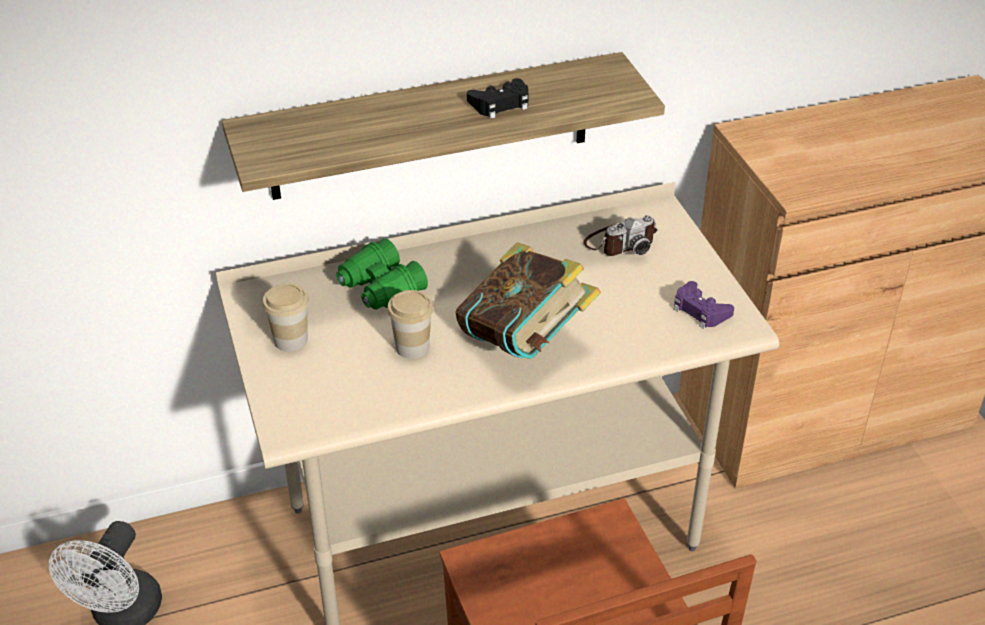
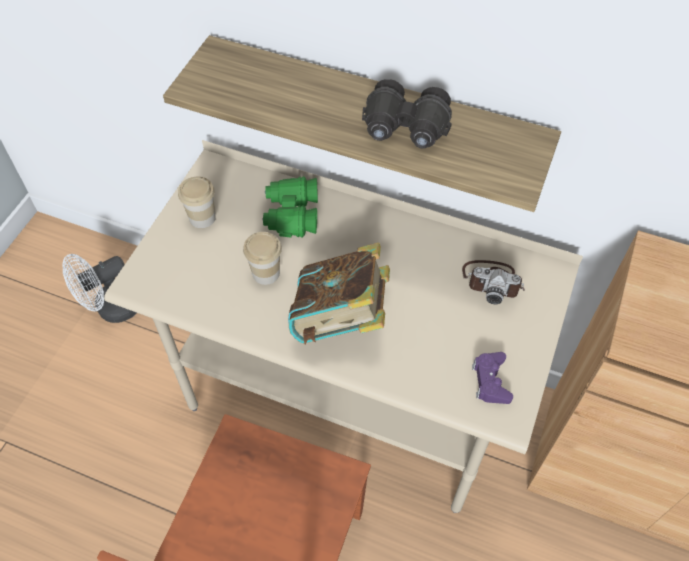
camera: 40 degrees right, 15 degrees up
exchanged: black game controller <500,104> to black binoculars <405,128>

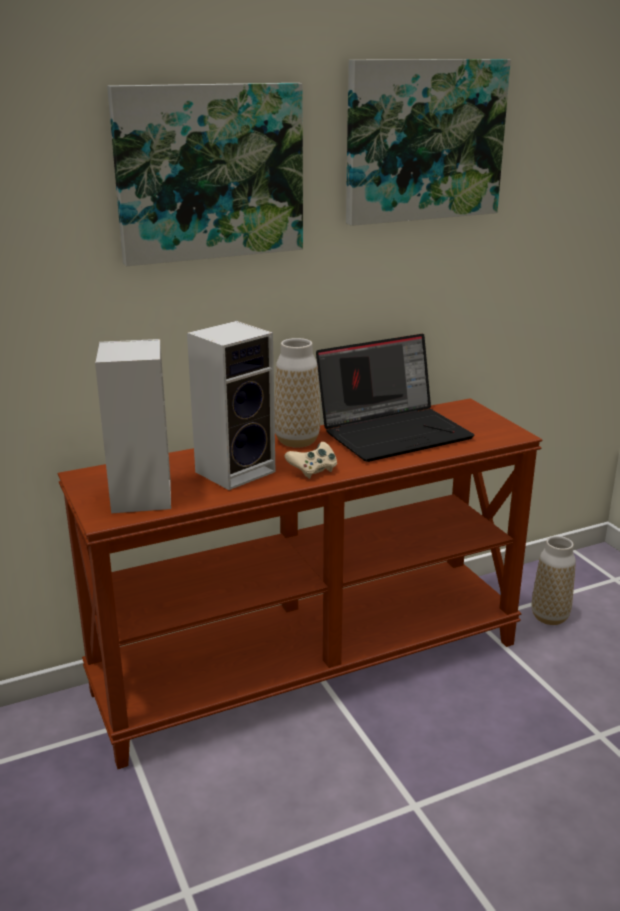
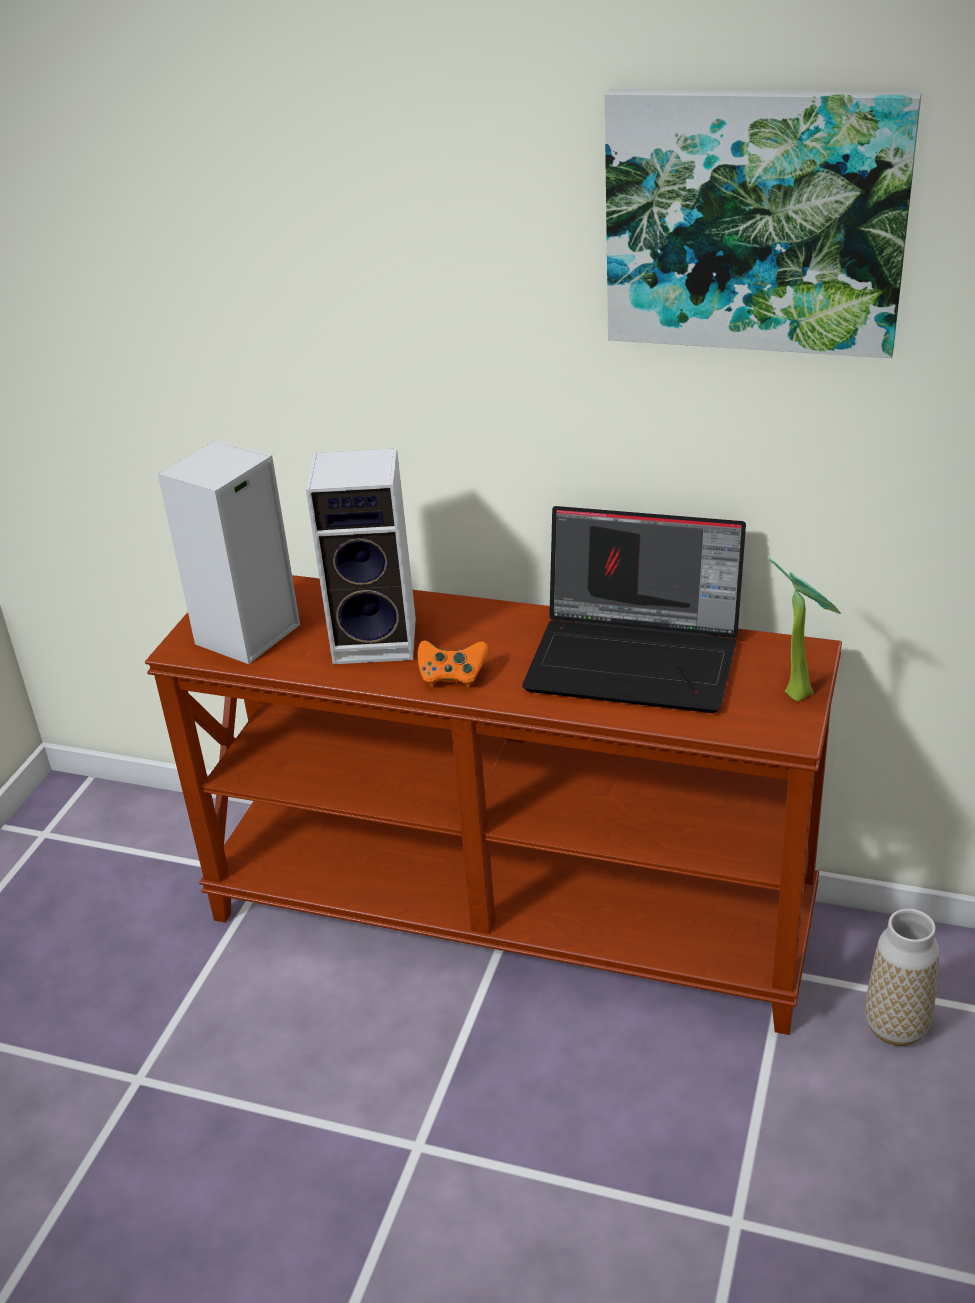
camera: 45 degrees right, 10 degrees up
missing: wall picture <209,172>; vase <297,441>
appeared: plant in a pot <799,691>
colour: beige-coloured game controller <313,471> to orange-coloured game controller <452,677>

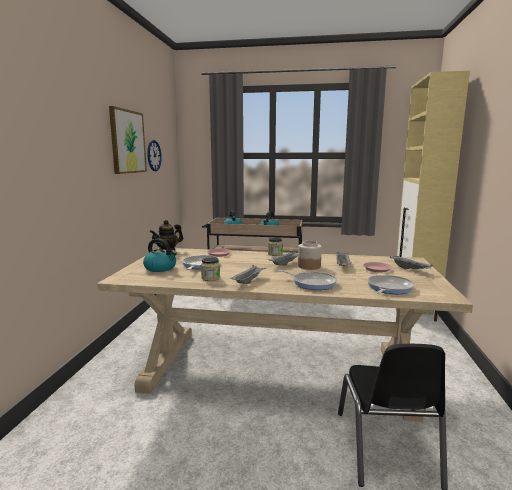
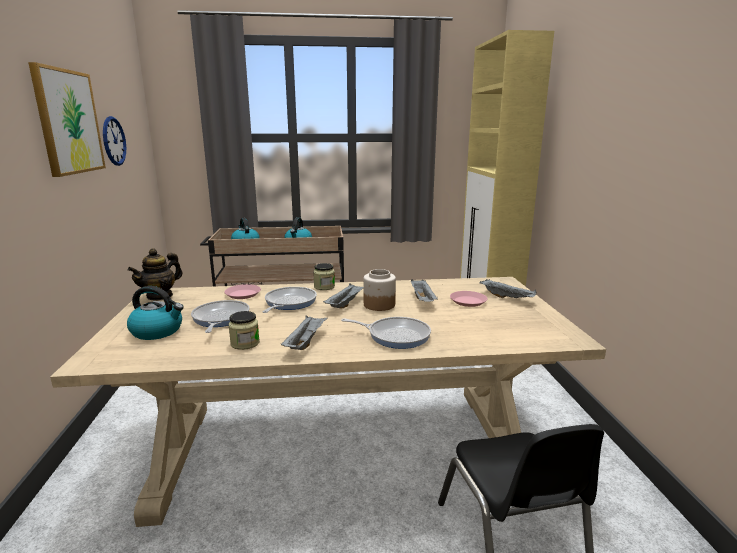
camera: 15 degrees left, 5 degrees up
relocated: frying pan <388,288> to <289,303>

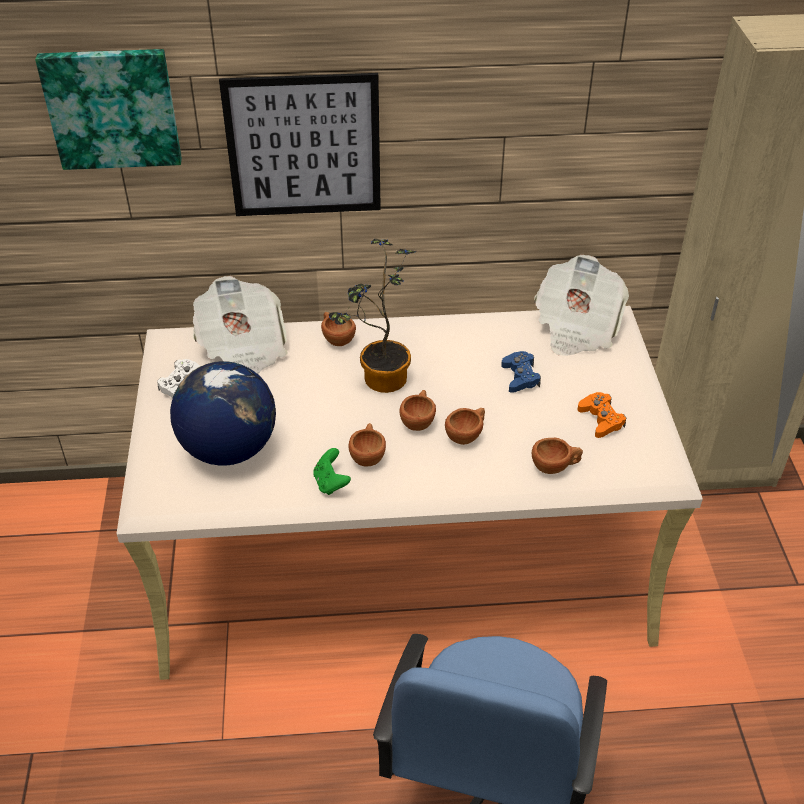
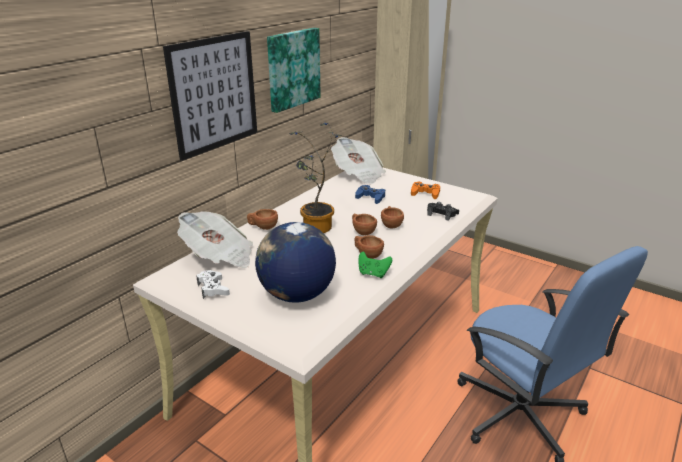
camera: 50 degrees left, 15 degrees down
relocated: wall picture <112,108> to <292,68>
exchanged: brown-coloured cup <555,467> to black game controller <442,214>

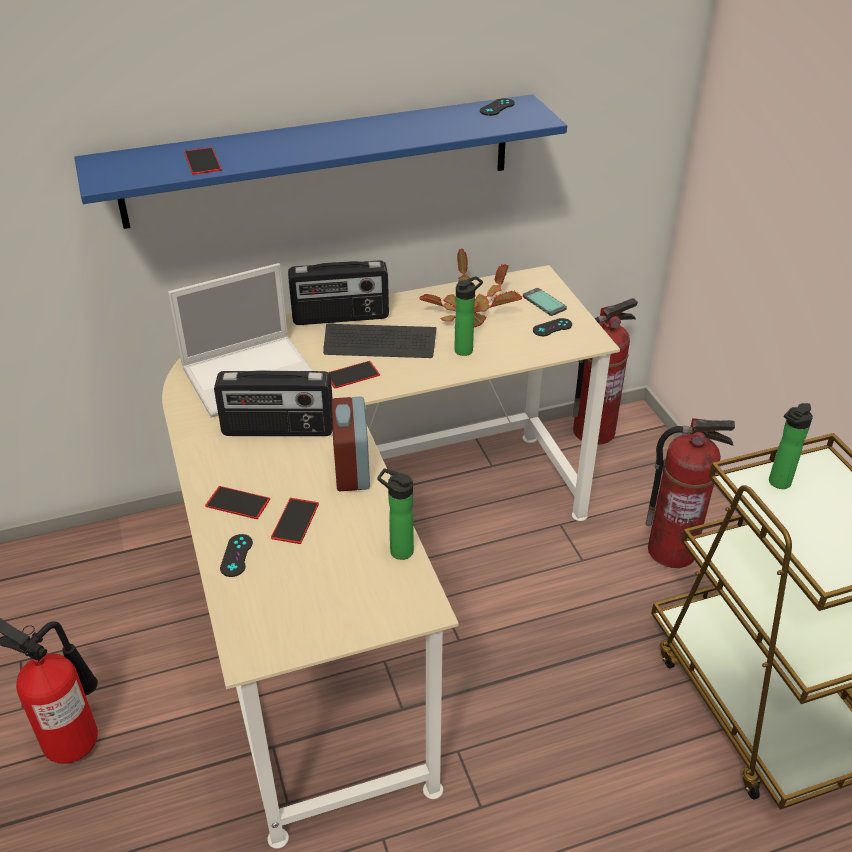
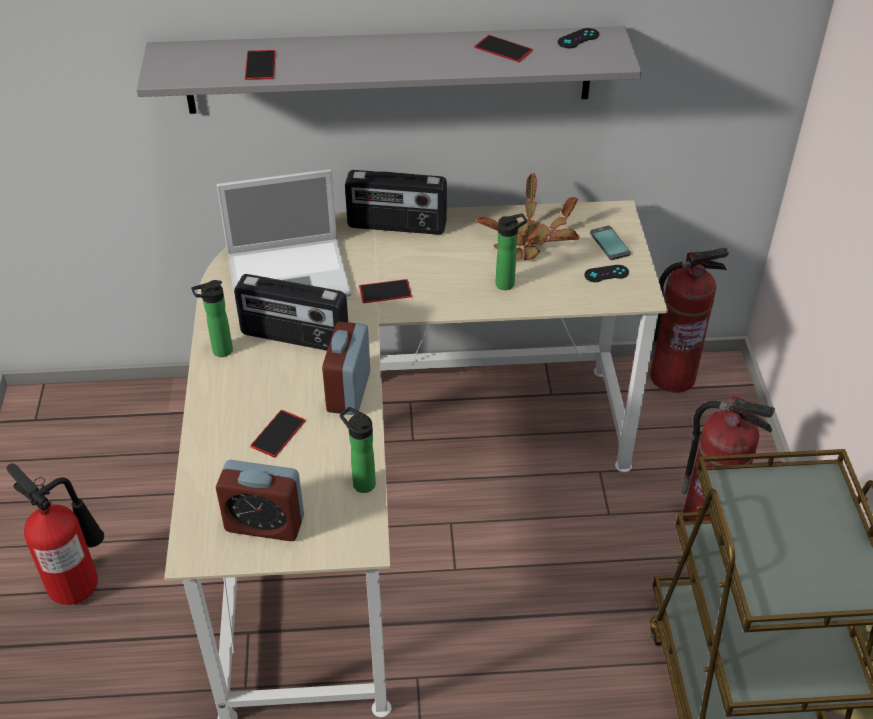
camera: 15 degrees right, 5 degrees up
missing: black game controller <236,555>; PC keyboard <380,343>
appeared: table clock <264,524>
relocated: phone <238,502> to <503,49>; beverage bottle <777,483> to <219,351>
colour: blue-coloured bracket shelf <319,161> to grey bracket shelf <389,70>

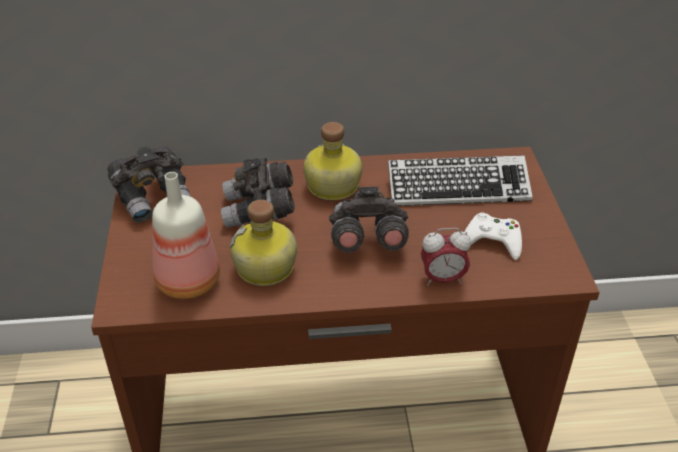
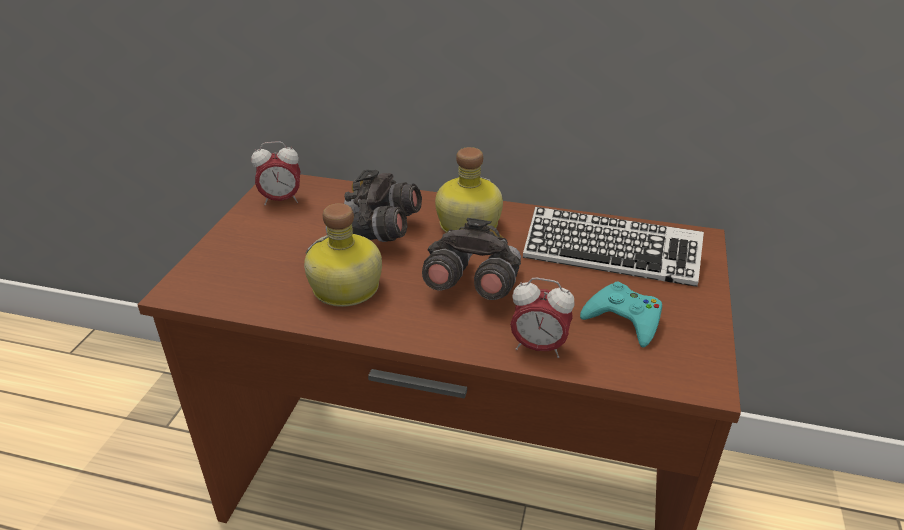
camera: 20 degrees right, 5 degrees down
missing: beverage bottle <188,283>
exchanged: grey binoculars <154,198> to table clock <281,200>
colour: whitish game controller <492,241> to blue-green game controller <624,319>

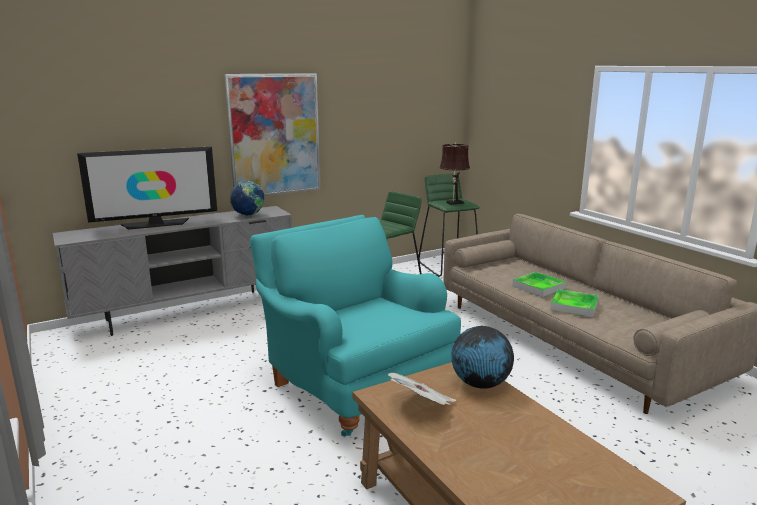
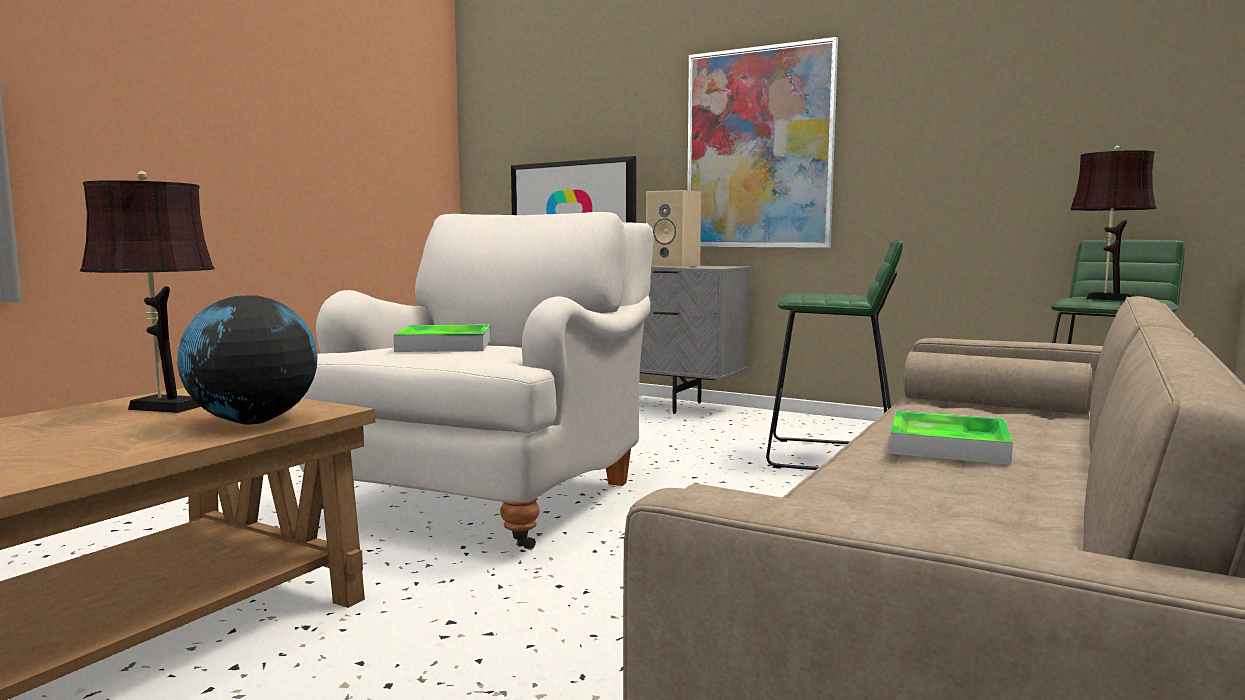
camera: 60 degrees right, 10 degrees down
relocated: carrying tray <574,306> to <445,345>
exchanged: desk globe <248,215> to beige-coloured audio speaker <674,266>; printed paper <422,405> to brown-coloured table lamp <161,407>
colour: blue-green easy chair <355,385> to whitish easy chair <494,495>

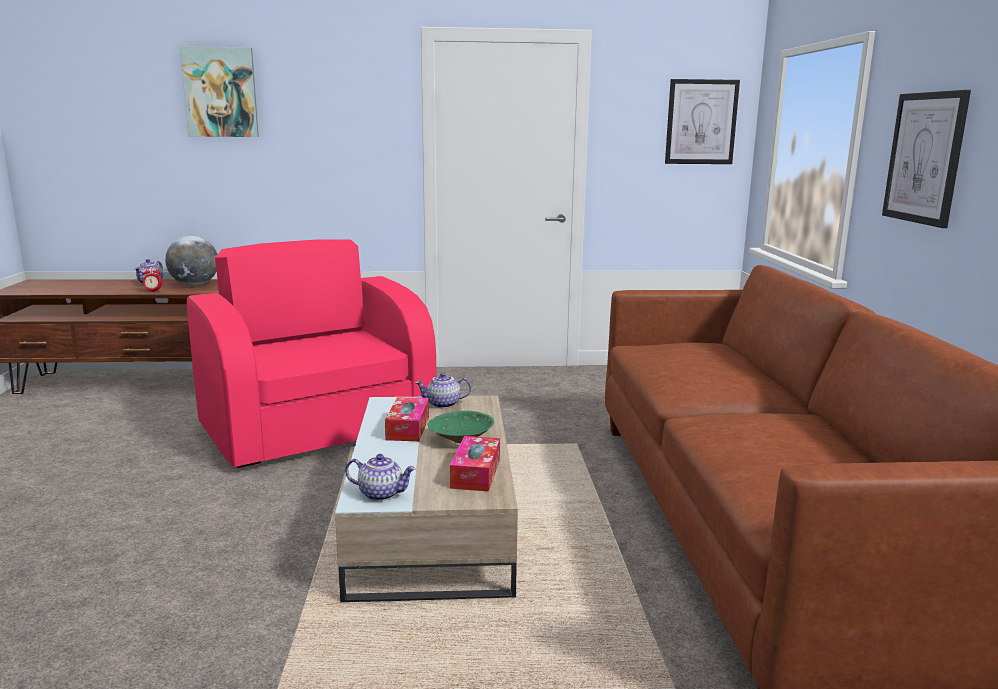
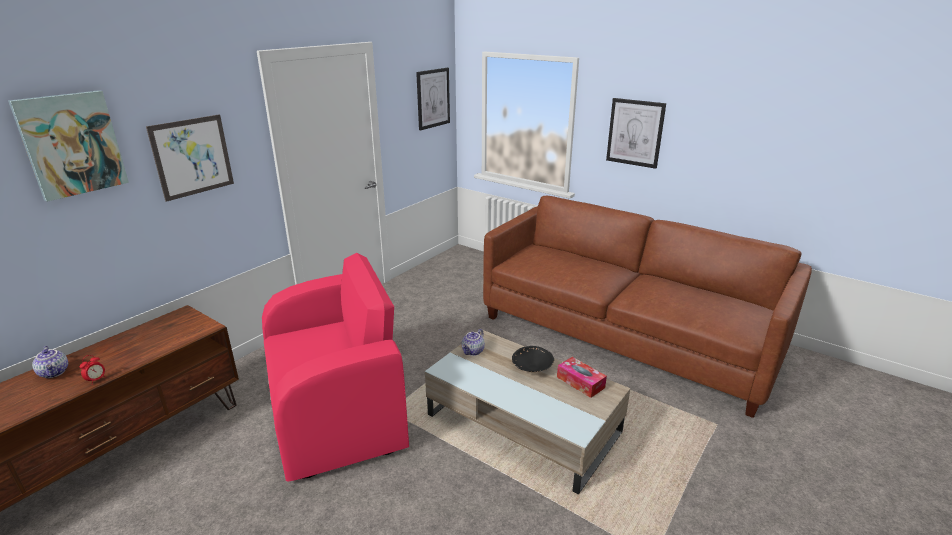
camera: 50 degrees left, 10 degrees up
missing: desk globe <194,285>; pot for tea <381,494>; tissue holder <408,428>
appeared: wall picture <192,157>
colour: greenish deep dish <460,440> to black deep dish <532,368>
spun: pinkish easy chair <319,427> = <337,412> 150 degrees clockwise

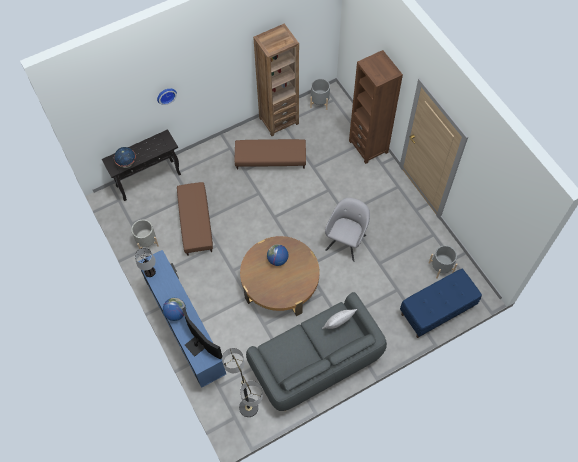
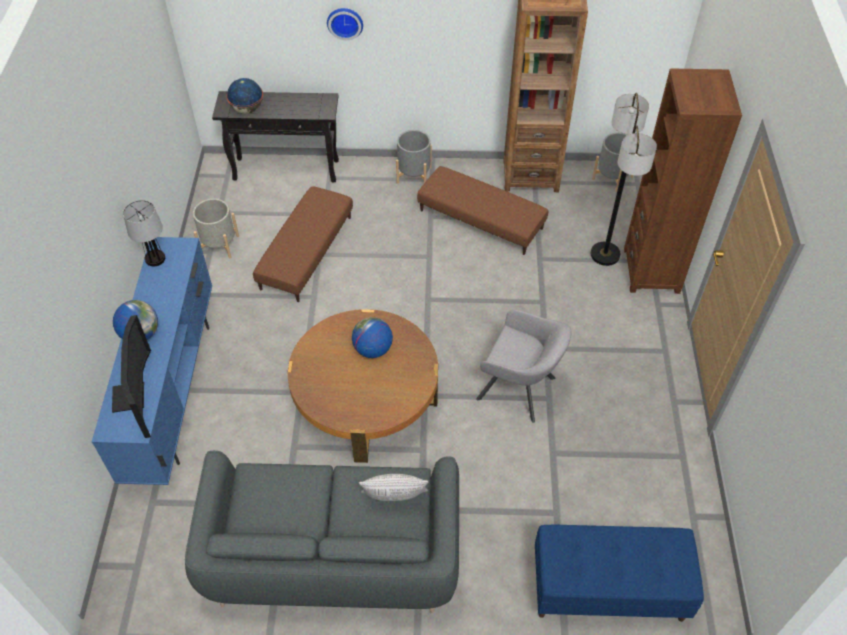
camera: 30 degrees right, 10 degrees down
relocated: standing lamp <248,408> to <605,254>; grey plant pot <441,267> to <414,175>
spun: grey easy chair <346,240> = <520,390> 60 degrees clockwise

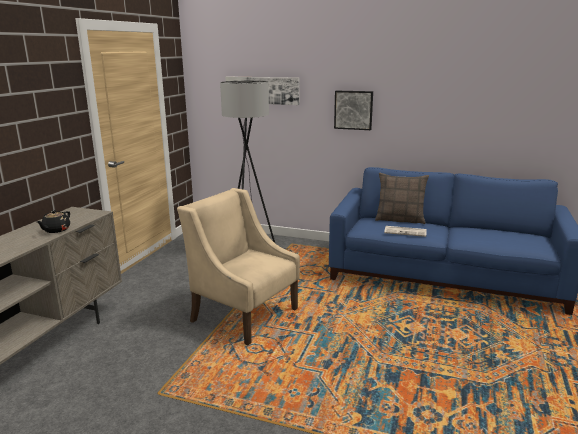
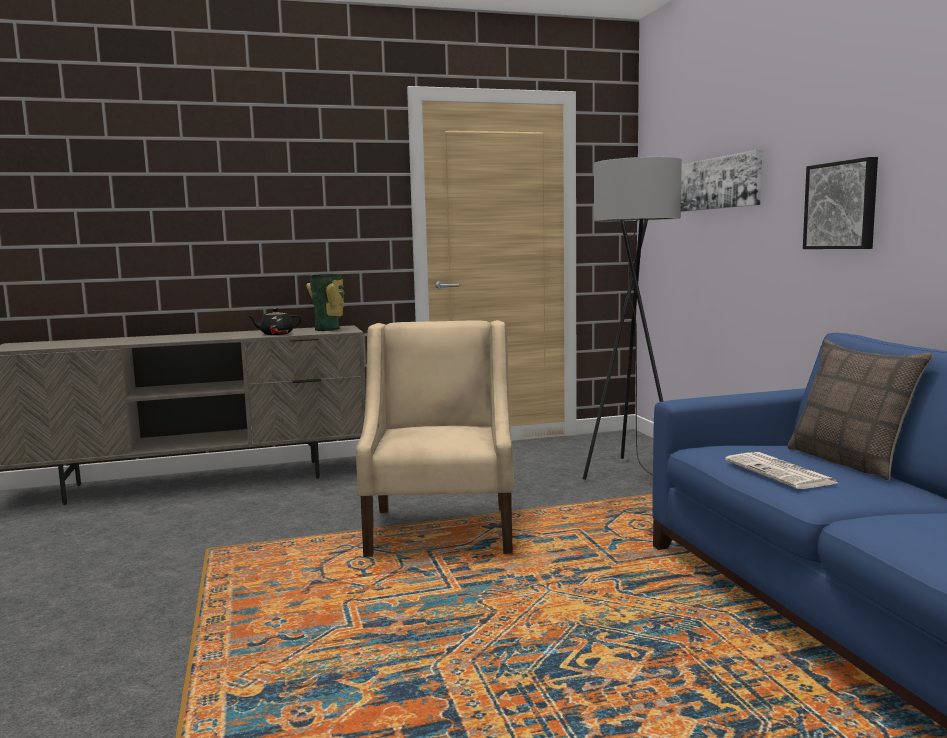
camera: 55 degrees right, 10 degrees down
appeared: vase <329,329>

